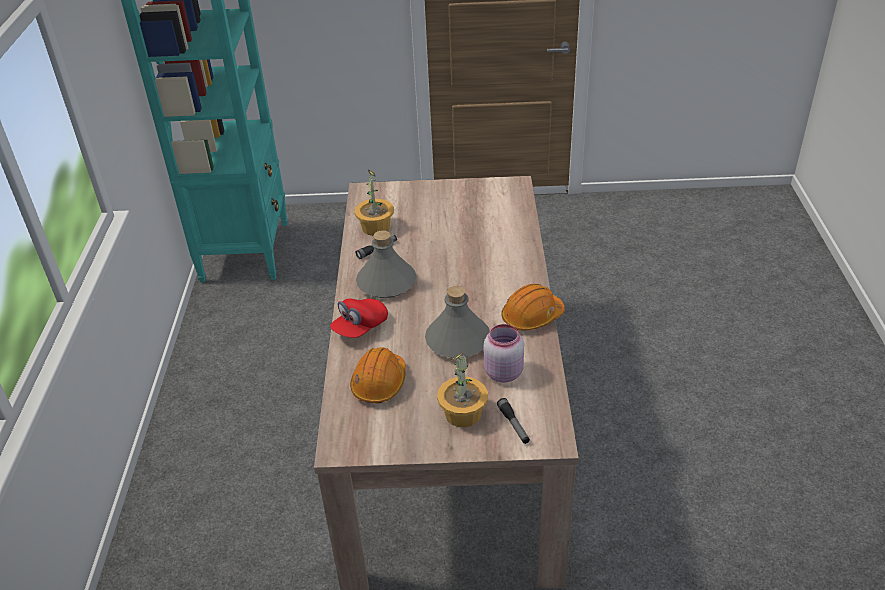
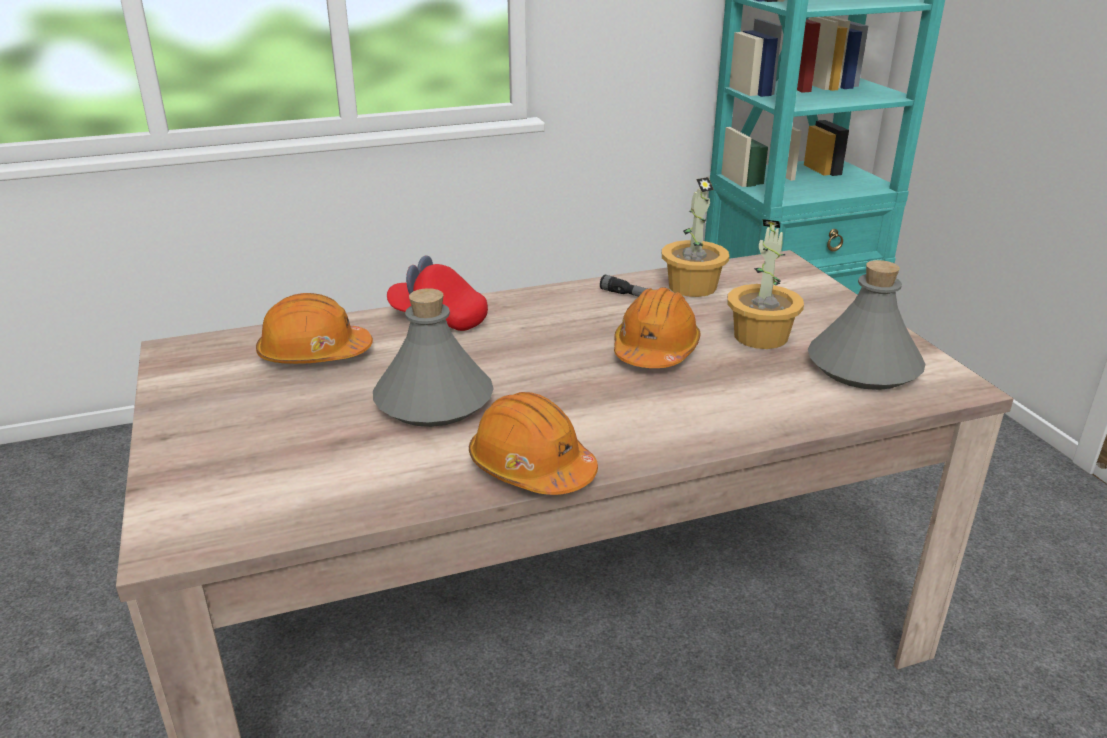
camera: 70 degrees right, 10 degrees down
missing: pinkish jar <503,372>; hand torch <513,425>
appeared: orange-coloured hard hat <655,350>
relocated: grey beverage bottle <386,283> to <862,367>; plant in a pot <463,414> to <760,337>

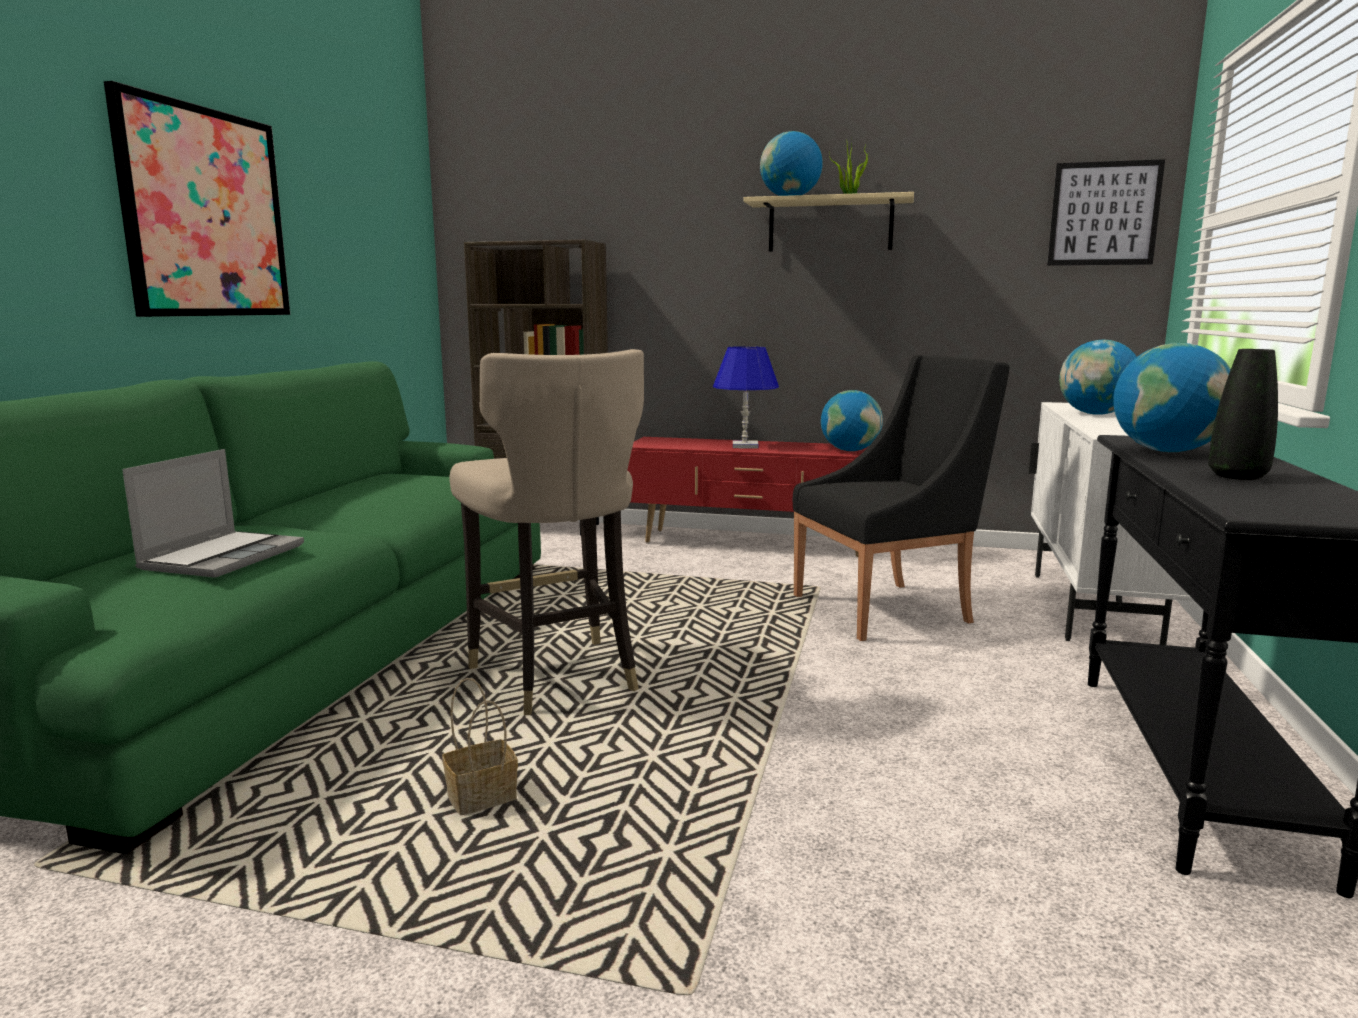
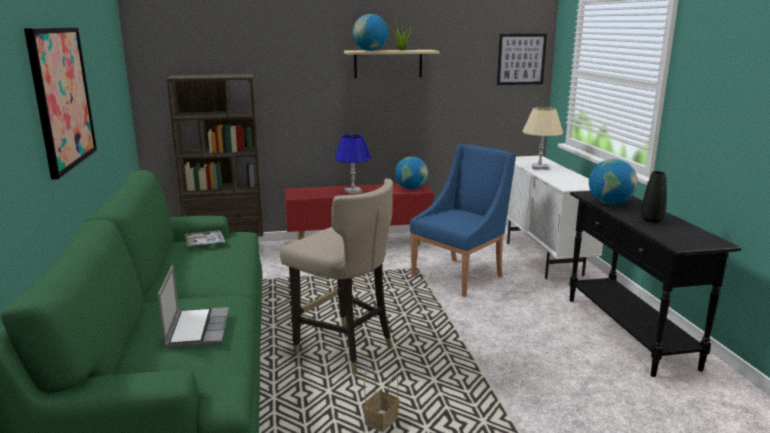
camera: 25 degrees left, 5 degrees up
appeared: carrying tray <205,243>
exchanged: desk globe <1096,414> to beige-coloured table lamp <539,167>
colour: black easy chair <886,609> to blue-coloured easy chair <459,275>

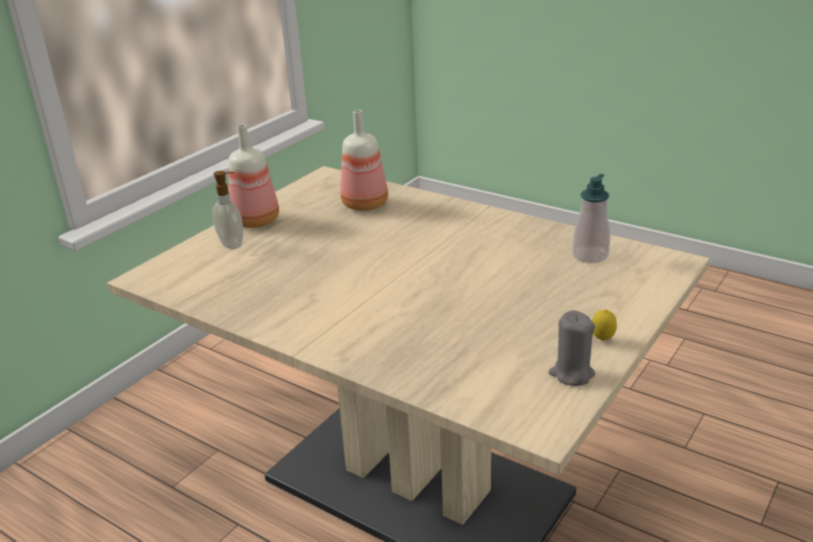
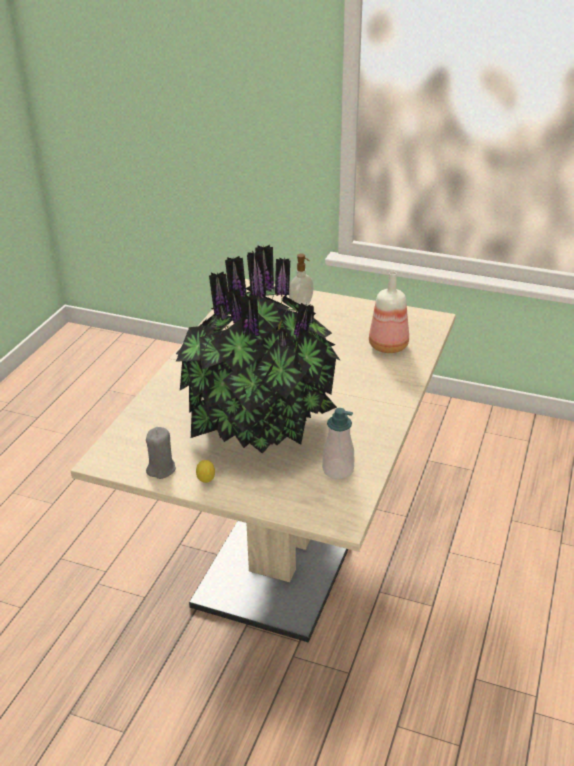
camera: 75 degrees right, 5 degrees up
missing: beverage bottle <257,221>
appeared: plant in a pot <259,421>

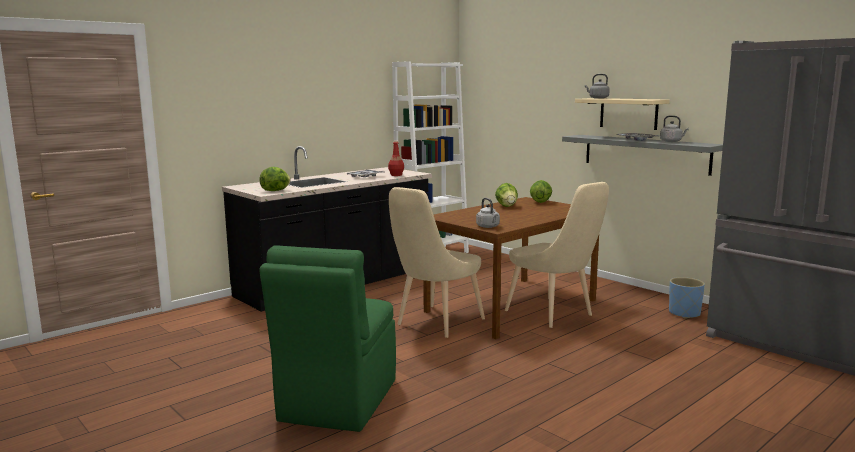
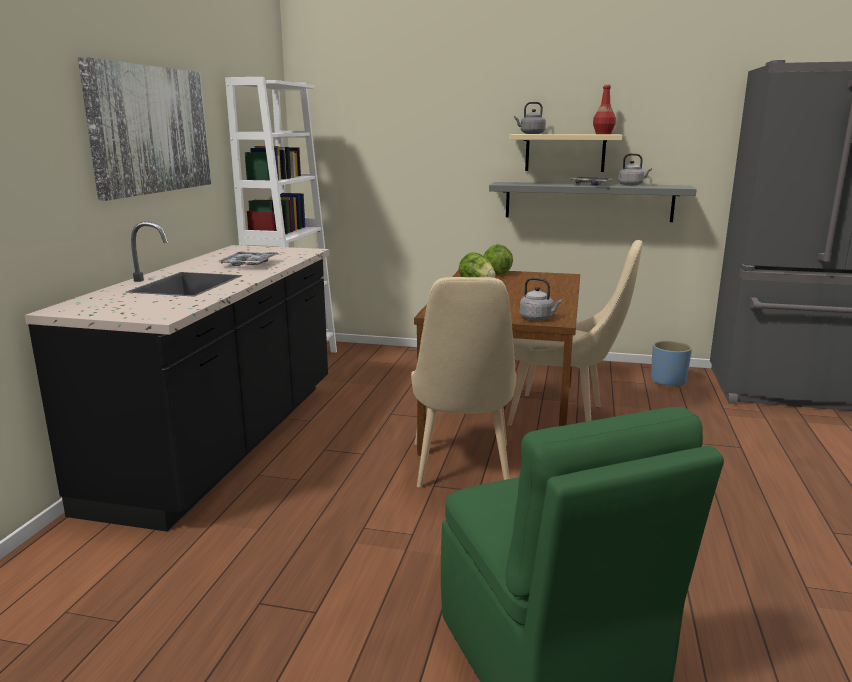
camera: 35 degrees left, 5 degrees up
missing: lettuce <276,190>
appeared: wall picture <151,130>
relocated: red beverage bottle <396,175> to <603,134>

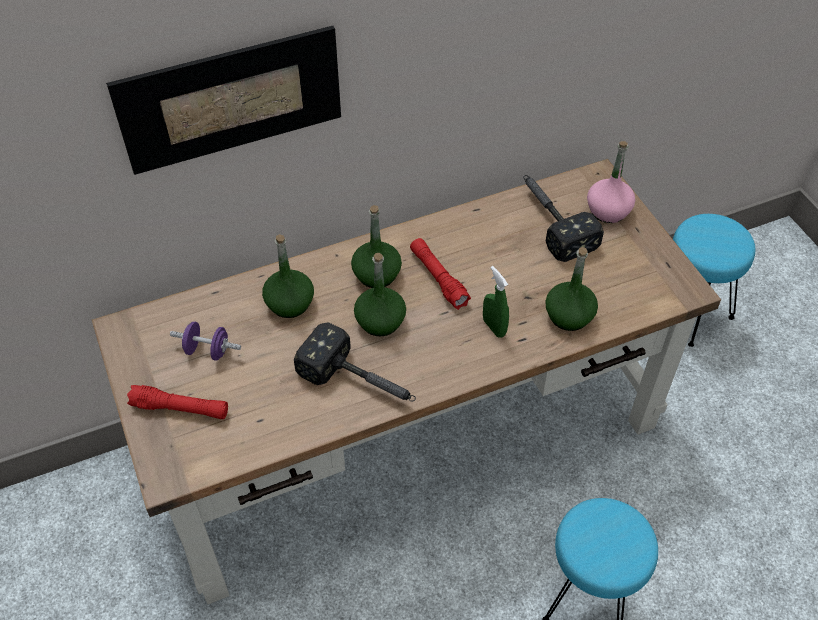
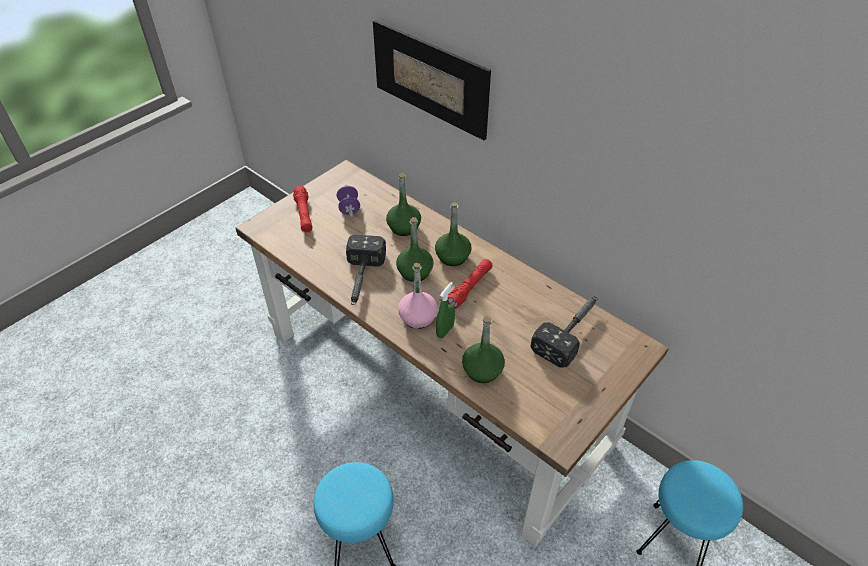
camera: 65 degrees right, 5 degrees down
relocated: pinkish beverage bottle <608,210> to <418,317>

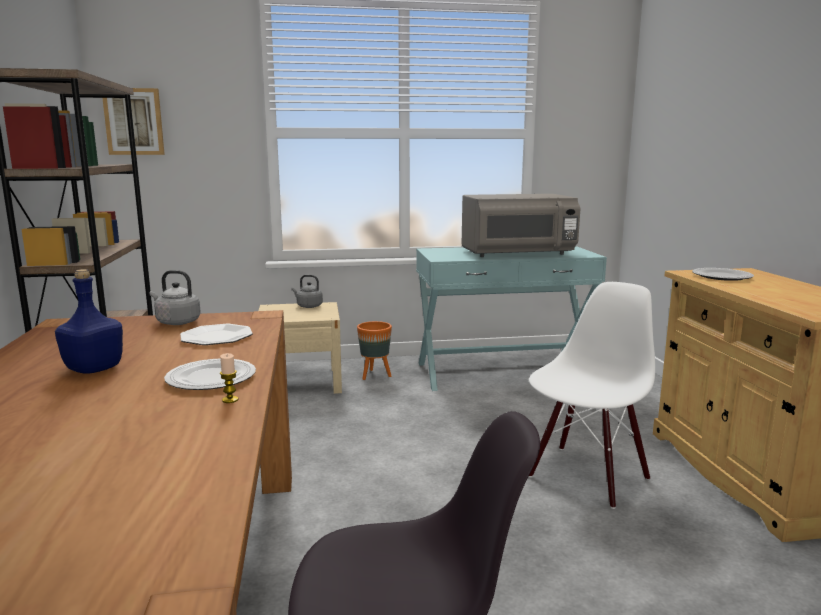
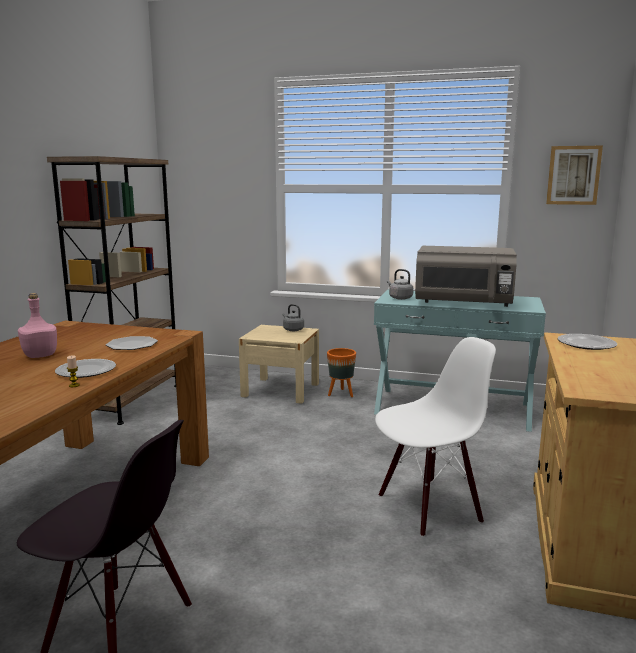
camera: 25 degrees right, 0 degrees up
relocated: wall picture <134,122> to <573,175>; grey water kettle <176,322> to <399,298>
colour: blue-coloured beverage bottle <93,369> to pinkish beverage bottle <39,355>

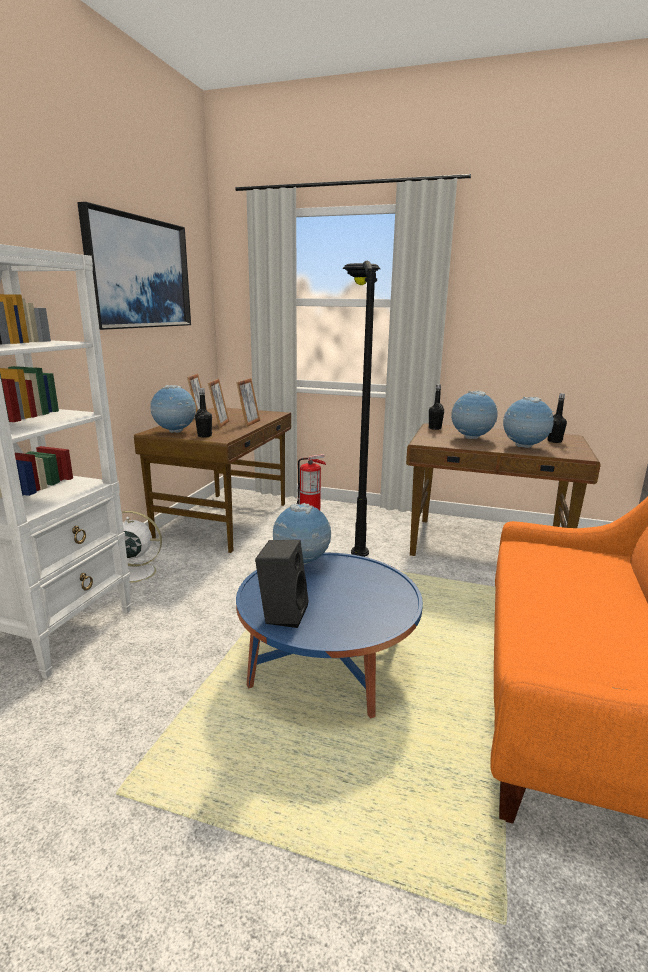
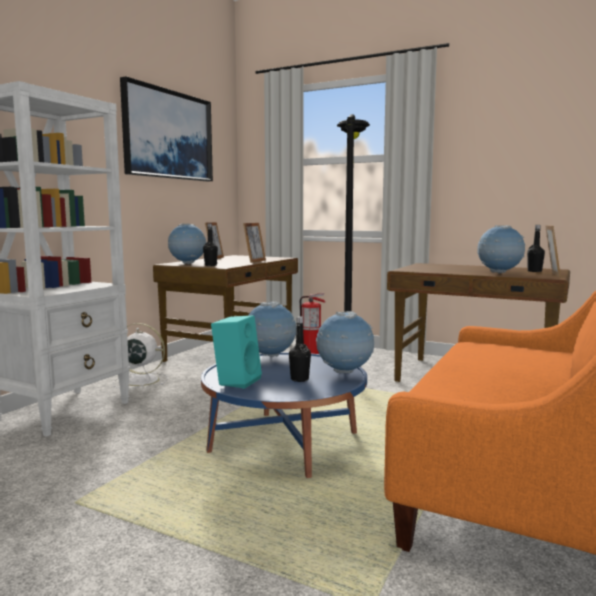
camera: 10 degrees right, 10 degrees down
relocated: standing frame <220,424> to <551,274>; black beverage bottle <435,428> to <299,379>; desk globe <471,438> to <344,372>
colour: black audio speaker <282,613> to blue-green audio speaker <237,381>

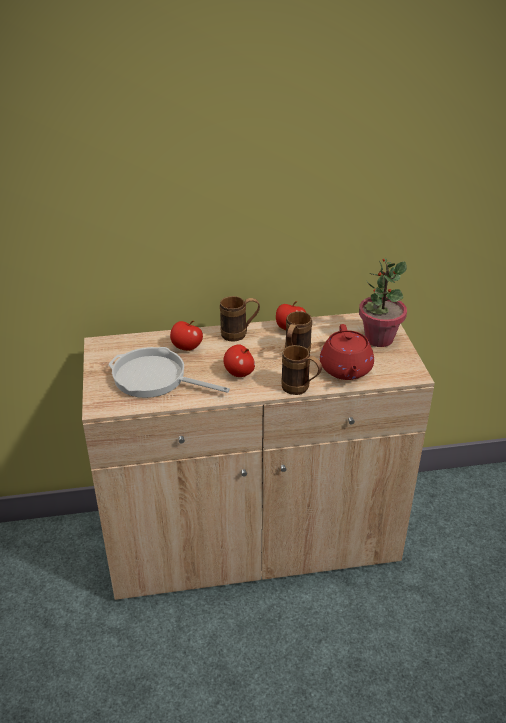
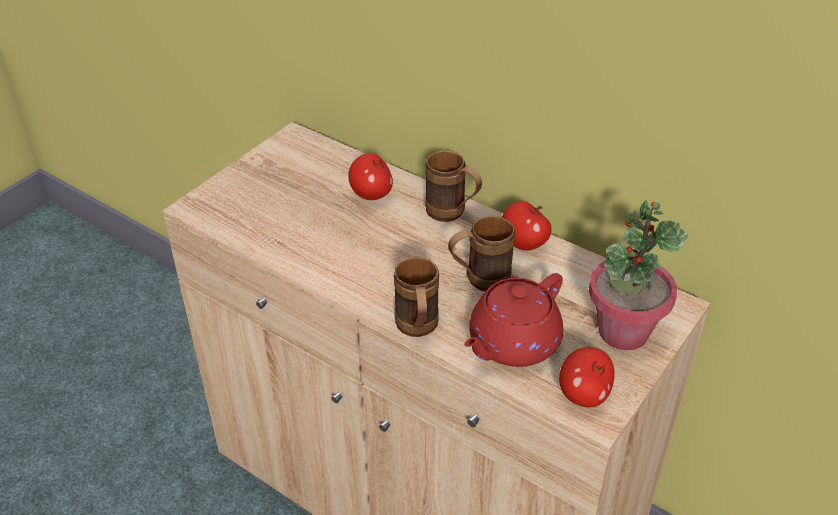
camera: 45 degrees right, 5 degrees up
missing: frying pan <154,378>
relocated: whole apple <239,373> to <583,395>

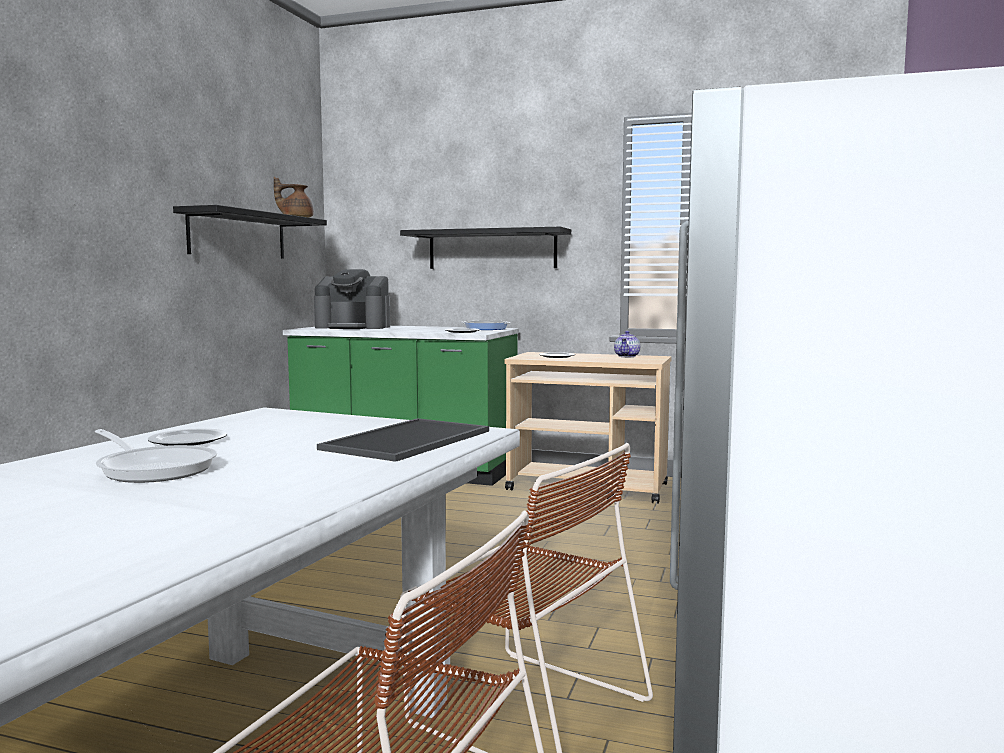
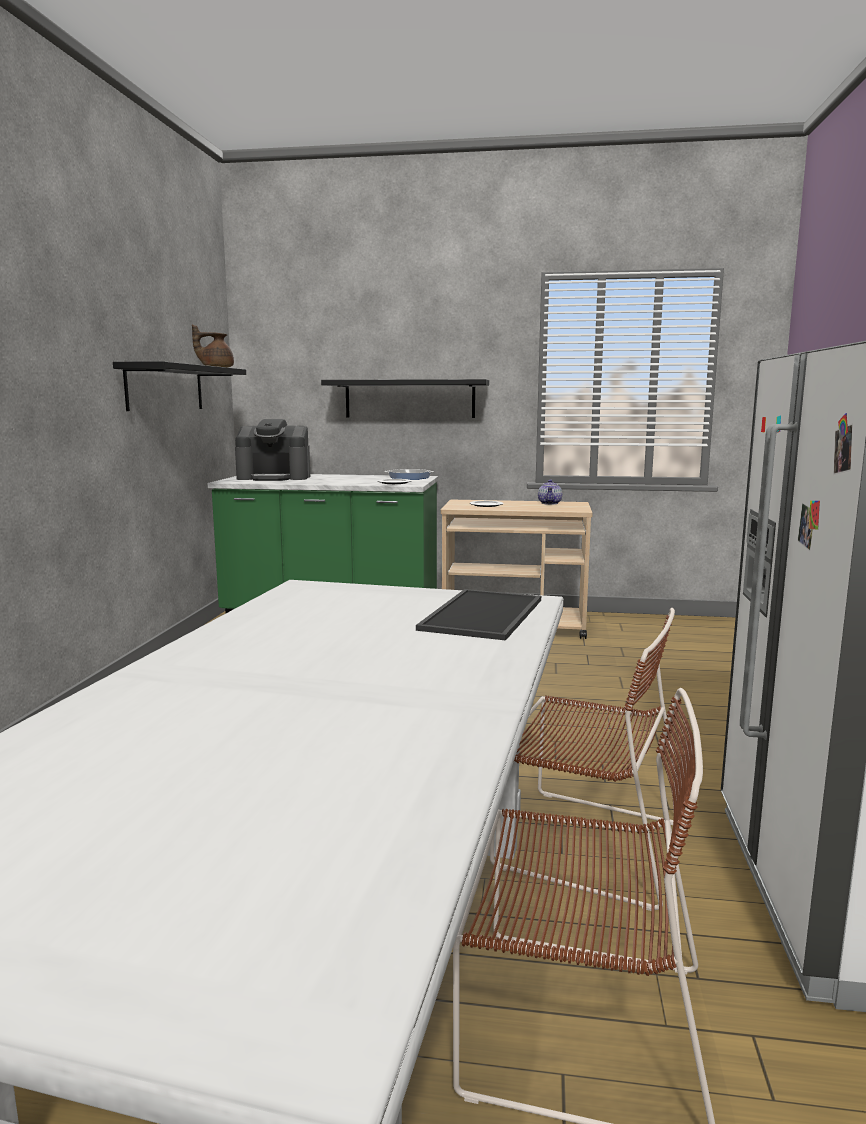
camera: 10 degrees left, 5 degrees up
missing: frying pan <154,469>; plate <189,441>

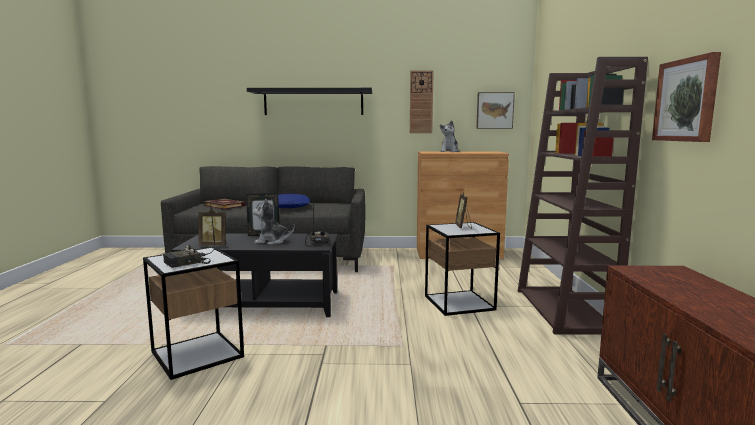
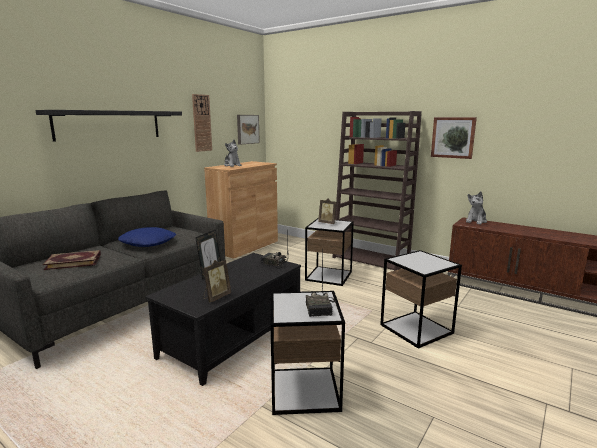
camera: 55 degrees left, 5 degrees up
appeared: end table <416,329>
relocated: plush toy <272,241> to <476,221>

